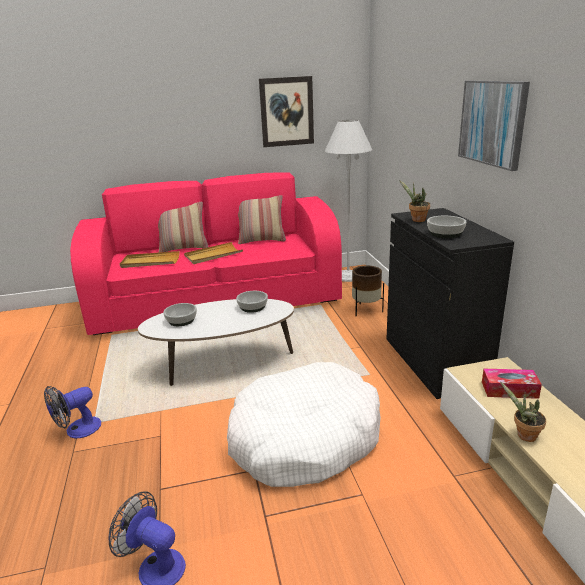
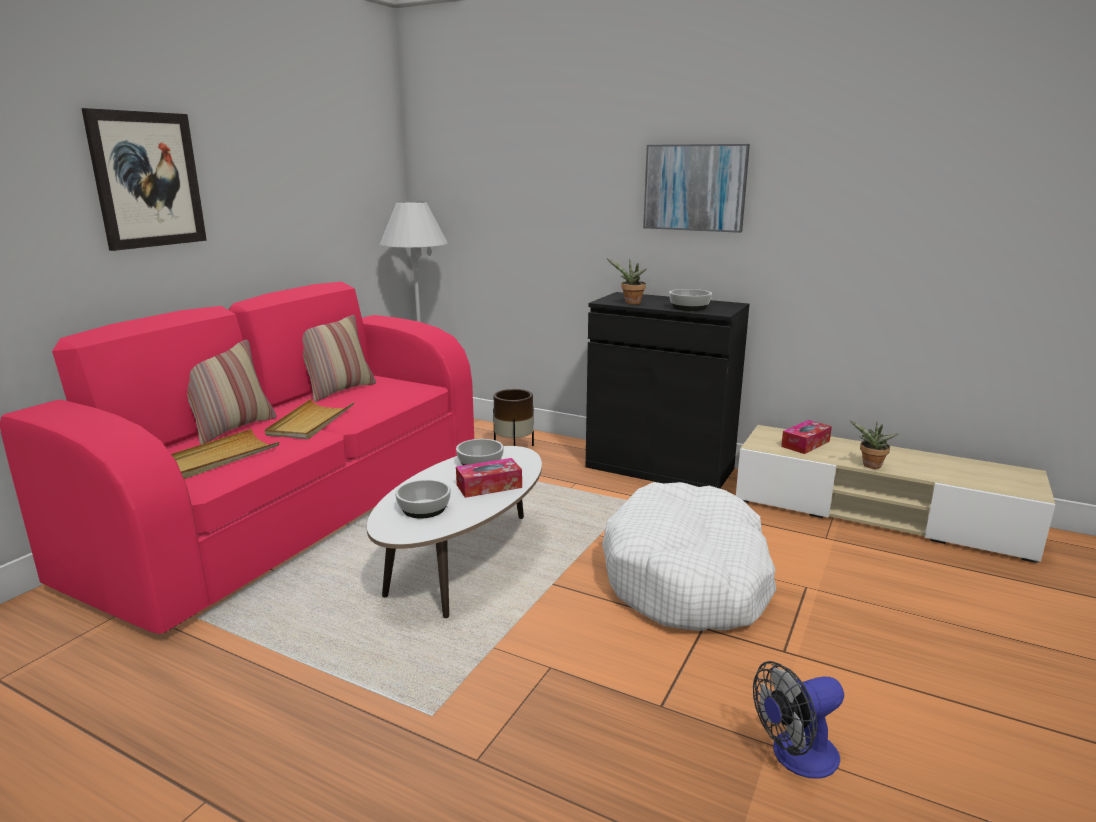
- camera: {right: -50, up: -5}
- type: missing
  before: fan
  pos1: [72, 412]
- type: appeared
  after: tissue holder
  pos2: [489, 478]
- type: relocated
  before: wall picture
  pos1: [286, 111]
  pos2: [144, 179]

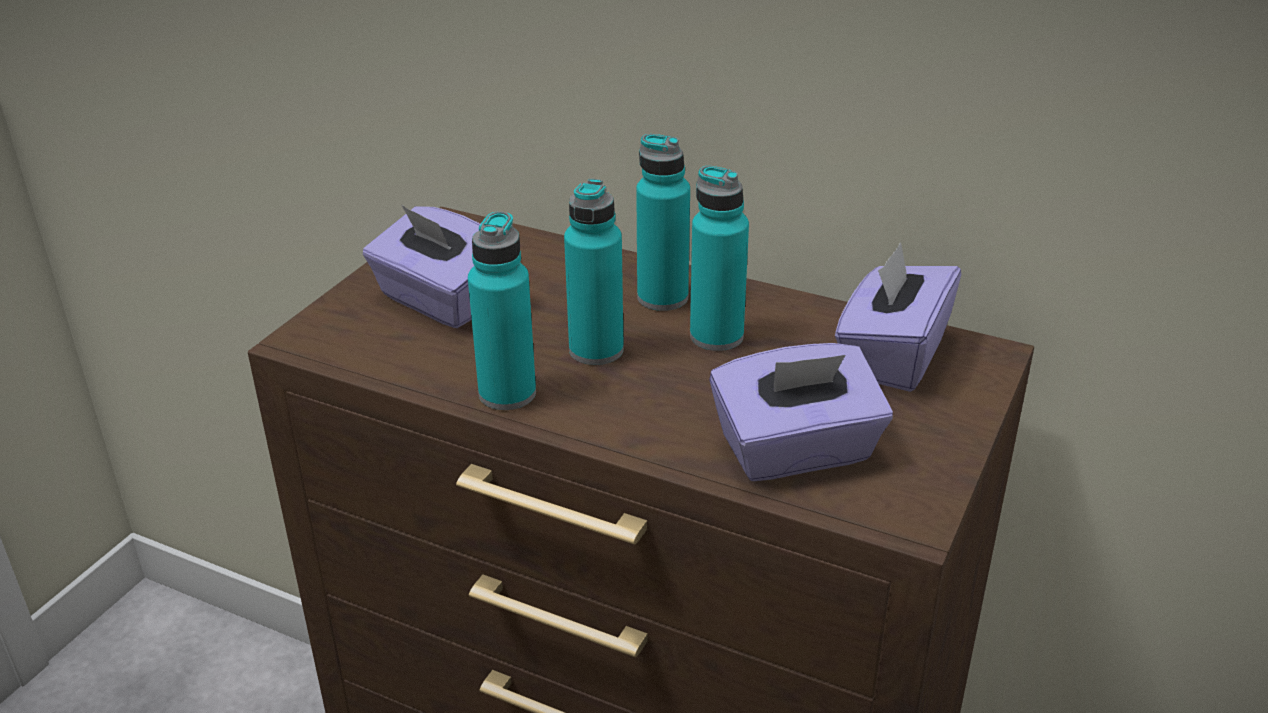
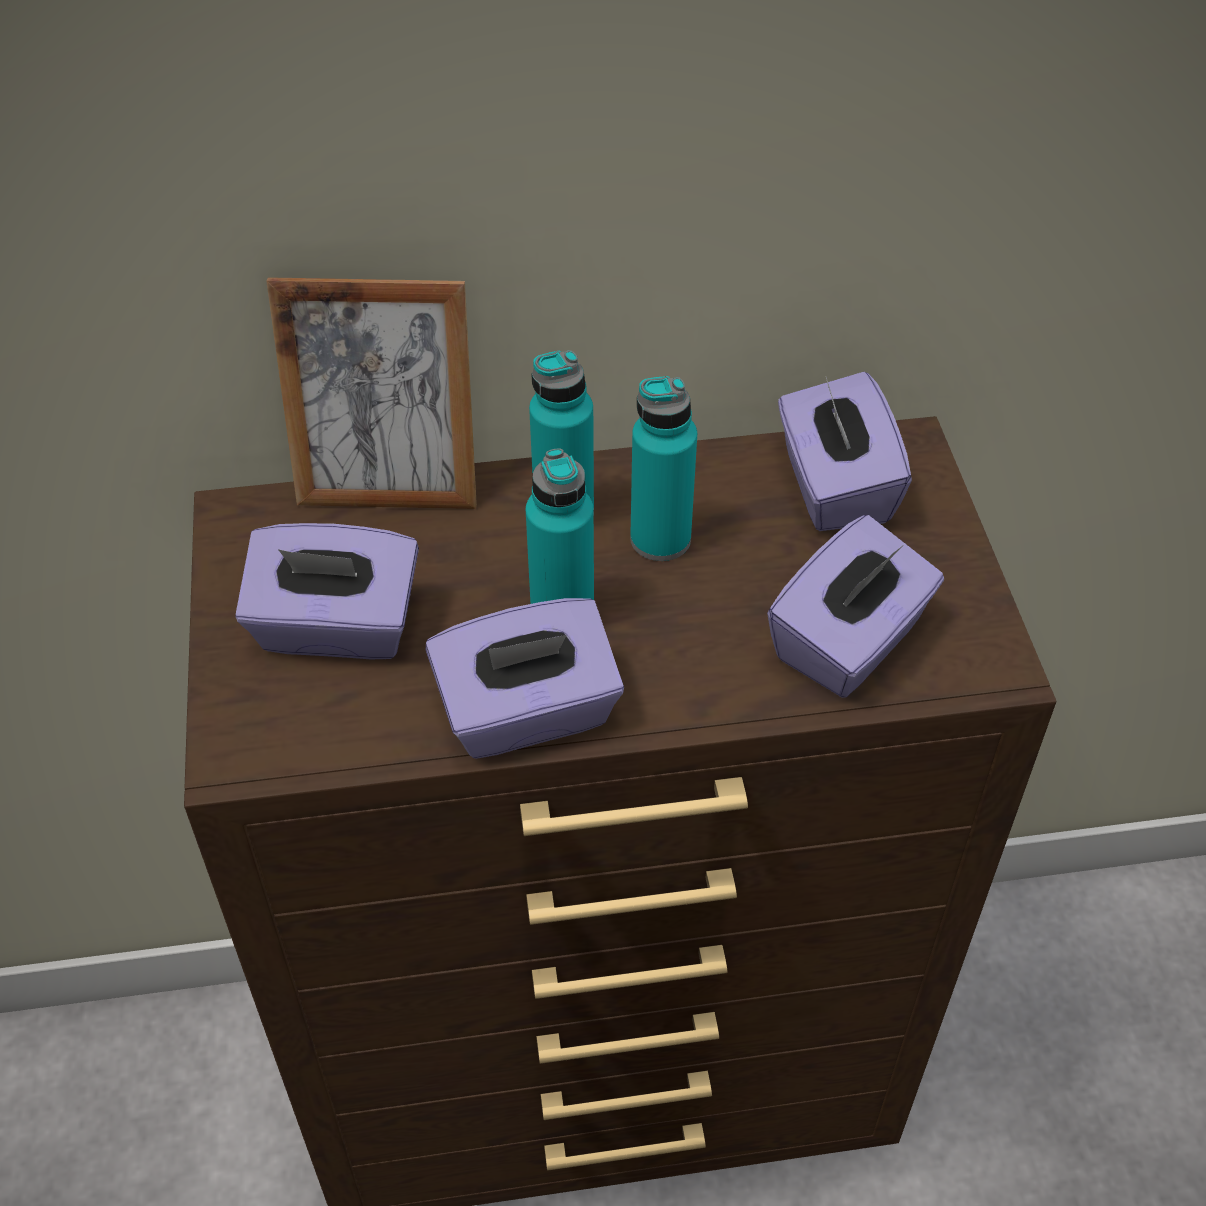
- camera: {right: -35, up: 15}
- type: appeared
  after: standing frame
  pos2: [371, 393]
- type: exchanged
  before: bottle (blue-green)
  after: tissue holder (purple-coloured)
  pos1: [502, 310]
  pos2: [525, 678]

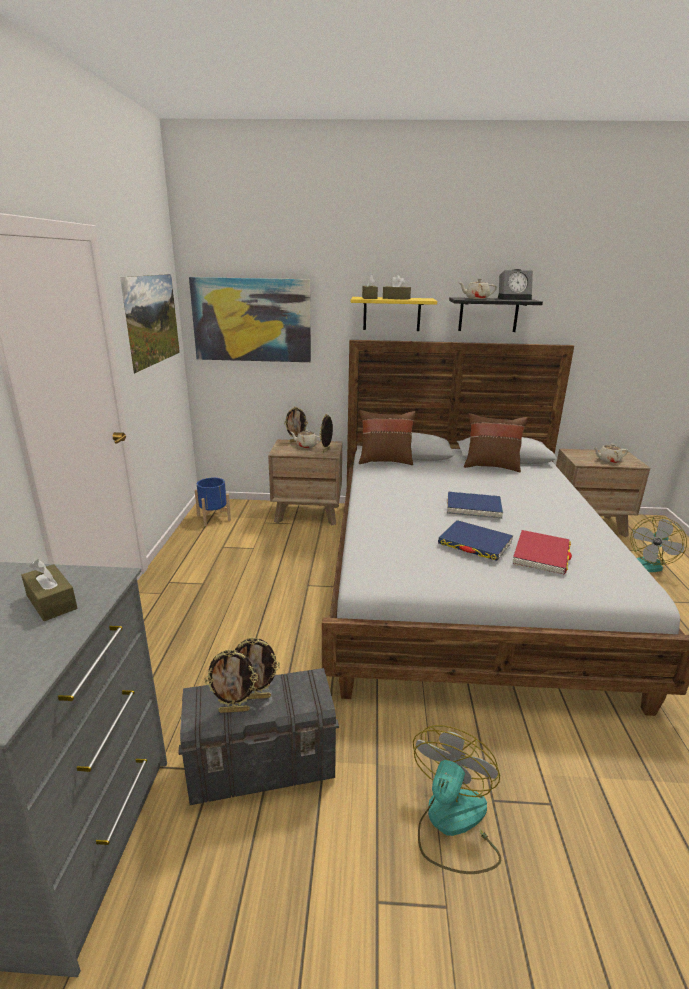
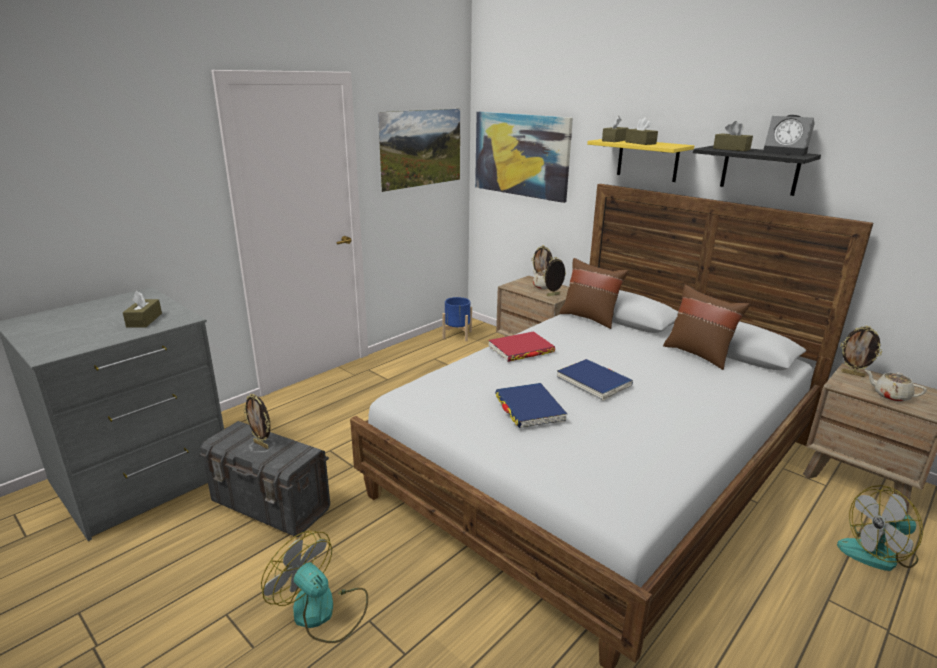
- camera: {right: 40, up: 0}
- type: relocated
  before: standing frame
  pos1: [231, 681]
  pos2: [861, 351]
- type: relocated
  before: book (red)
  pos1: [542, 552]
  pos2: [521, 346]
- type: exchanged
  before: teapot (sand-coloured)
  after: tissue holder (brown-coloured)
  pos1: [477, 288]
  pos2: [733, 136]
- type: spun
  before: fan
  pos1: [457, 799]
  pos2: [314, 586]
  turn: -120

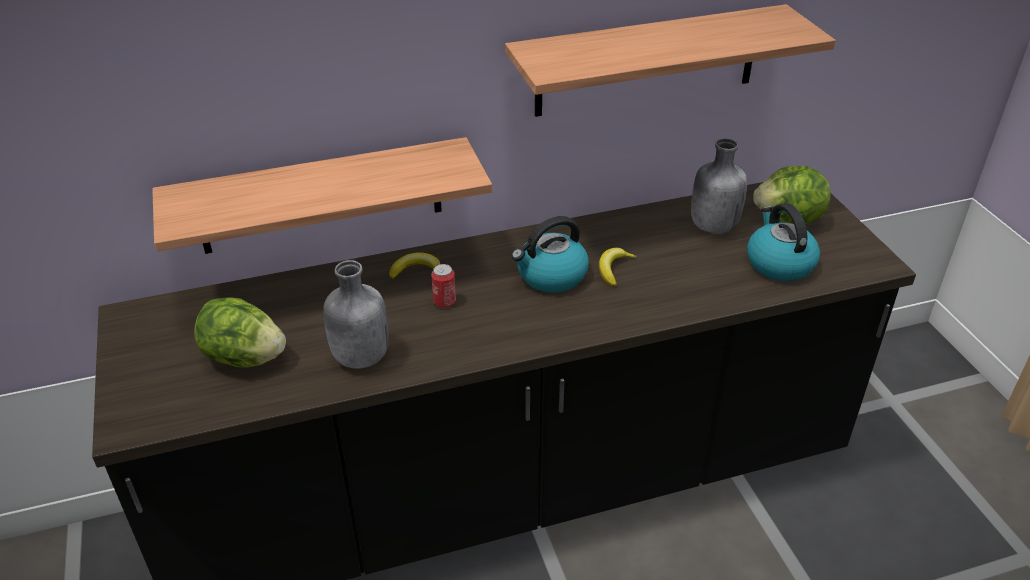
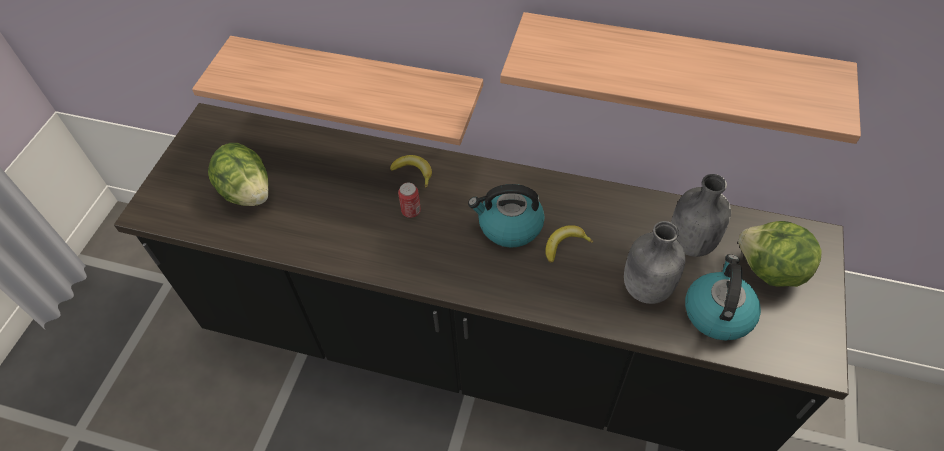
- camera: {right: 35, up: 15}
- type: relocated
  before: bottle (greyish)
  pos1: [356, 314]
  pos2: [655, 262]

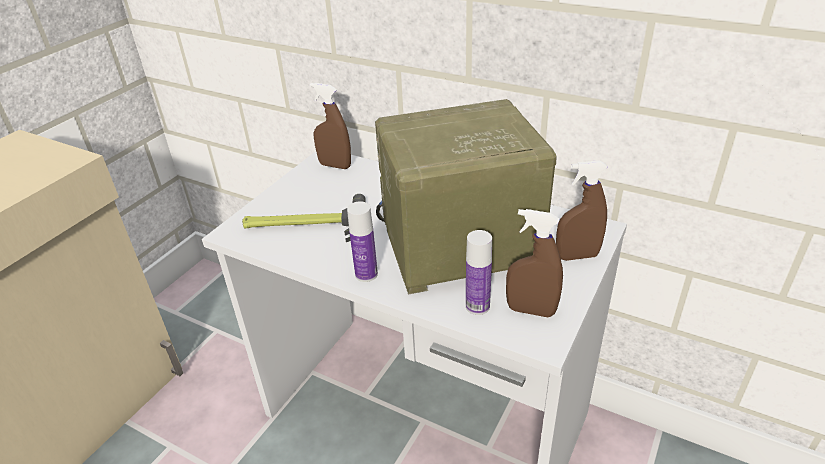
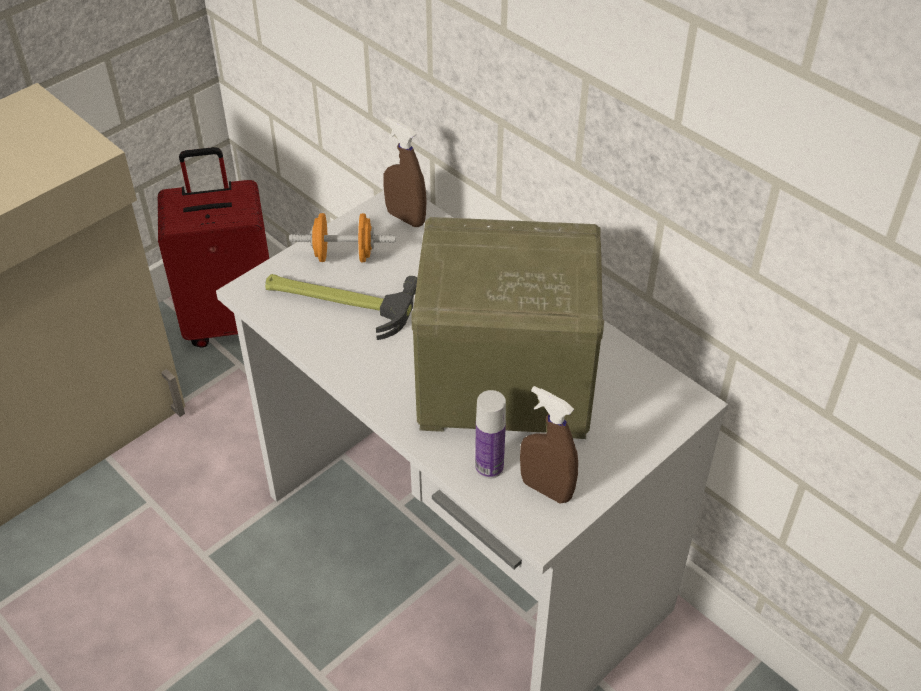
- camera: {right: 15, up: 10}
- type: missing
  before: bottle
  pos1: [362, 242]
- type: missing
  before: sprayer (brown-coloured)
  pos1: [582, 210]
- type: appeared
  after: piece of luggage (red)
  pos2: [213, 247]
- type: appeared
  after: hand weight (orangey)
  pos2: [342, 238]

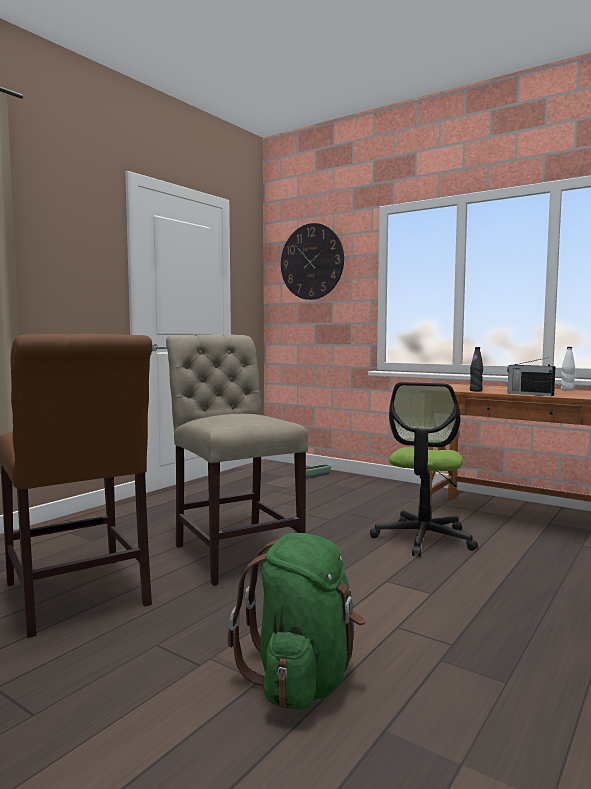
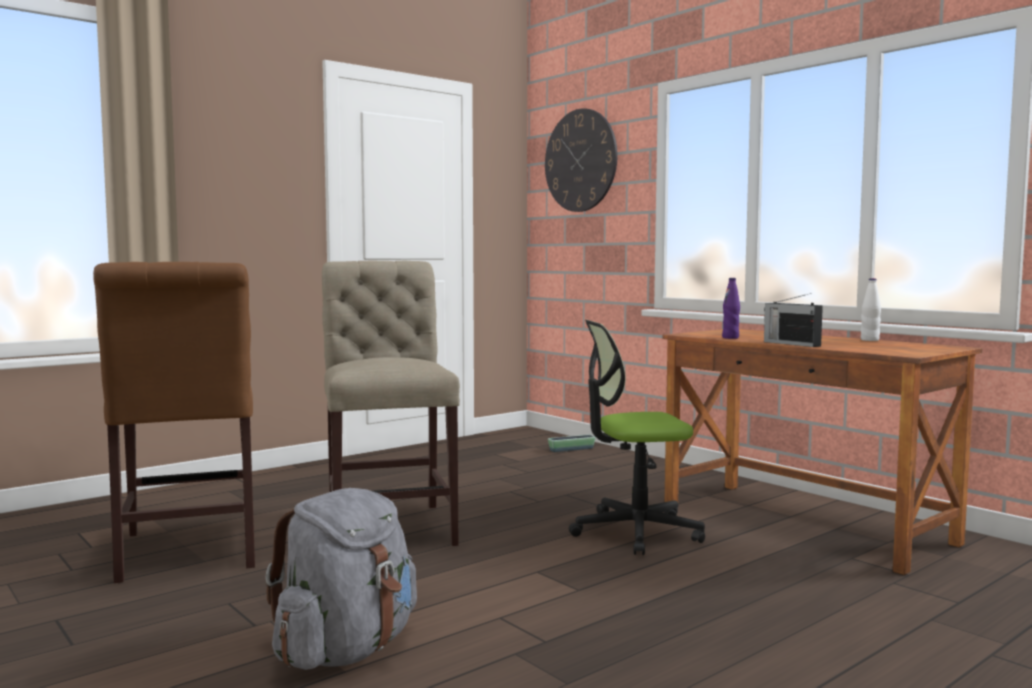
- camera: {right: 15, up: 0}
- type: colour
  before: knapsack (greenish)
  after: knapsack (greyish)
  pos1: [297, 621]
  pos2: [341, 579]
- type: colour
  before: bottle (blackish)
  after: bottle (purple-coloured)
  pos1: [476, 369]
  pos2: [731, 308]
- type: spun
  before: office chair
  pos1: [424, 469]
  pos2: [637, 437]
  turn: 45

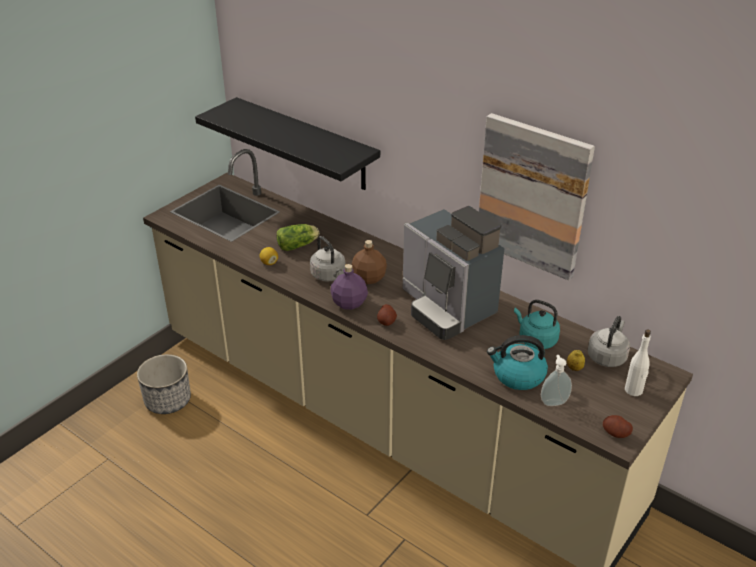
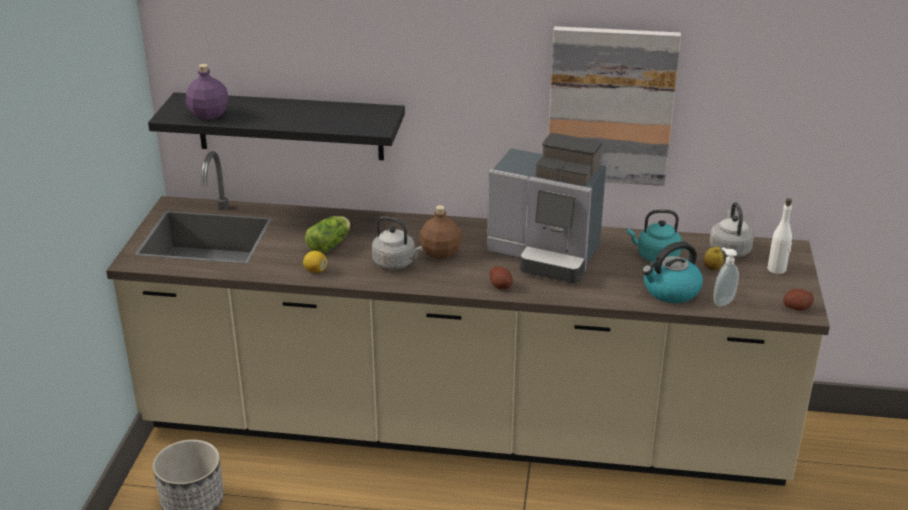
- camera: {right: -30, up: -5}
- type: relocated
  before: bottle (purple-coloured)
  pos1: [349, 287]
  pos2: [207, 92]

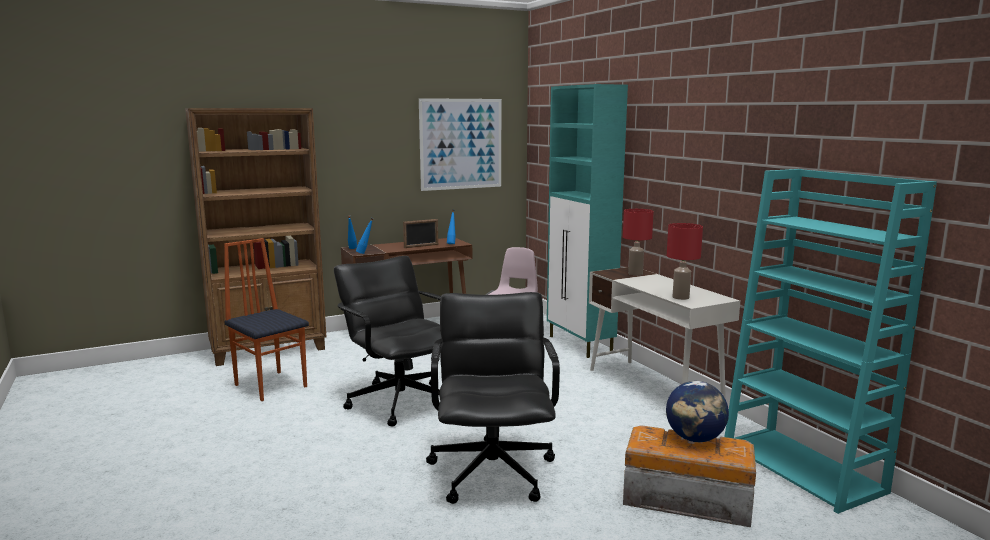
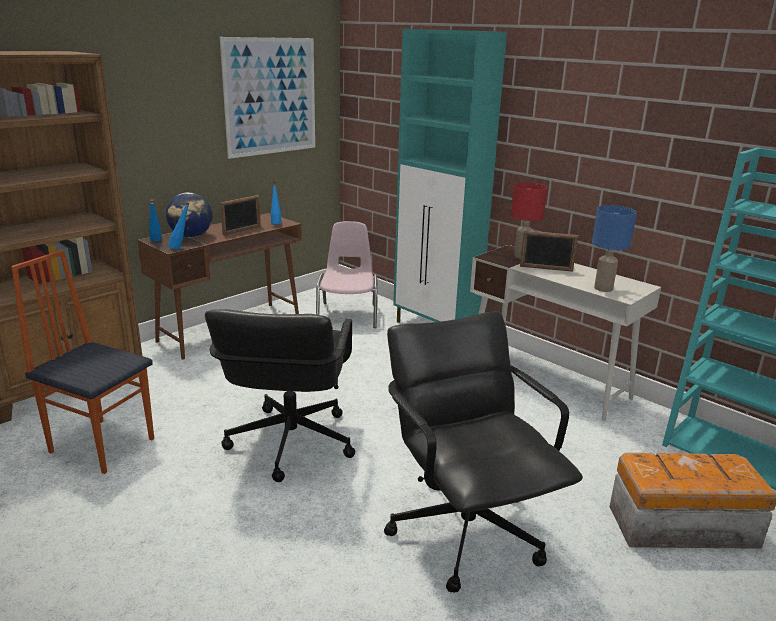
- camera: {right: -20, up: 10}
- type: appeared
  after: standing frame
  pos2: [549, 251]
- type: relocated
  before: world globe
  pos1: [697, 411]
  pos2: [189, 214]
- type: colour
  before: lamp for a table (red)
  after: lamp for a table (blue-coloured)
  pos1: [685, 261]
  pos2: [614, 248]
- type: spun
  before: office chair (blackish)
  pos1: [387, 341]
  pos2: [280, 395]
  turn: -120

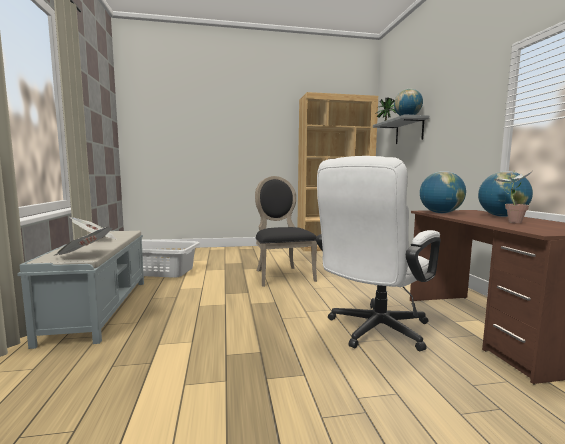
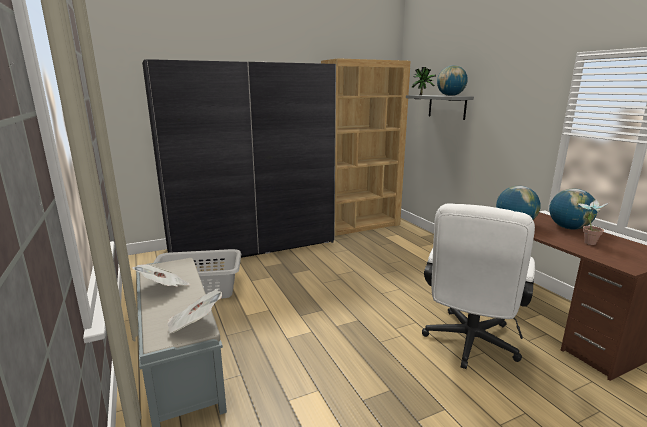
- camera: {right: -15, up: 10}
- type: missing
  before: chair (blackish)
  pos1: [286, 231]
- type: appeared
  after: armoire (greyish)
  pos2: [239, 162]

